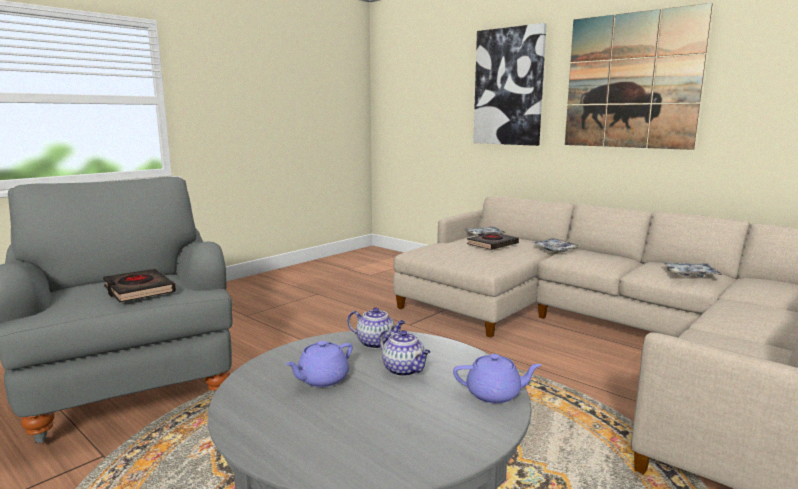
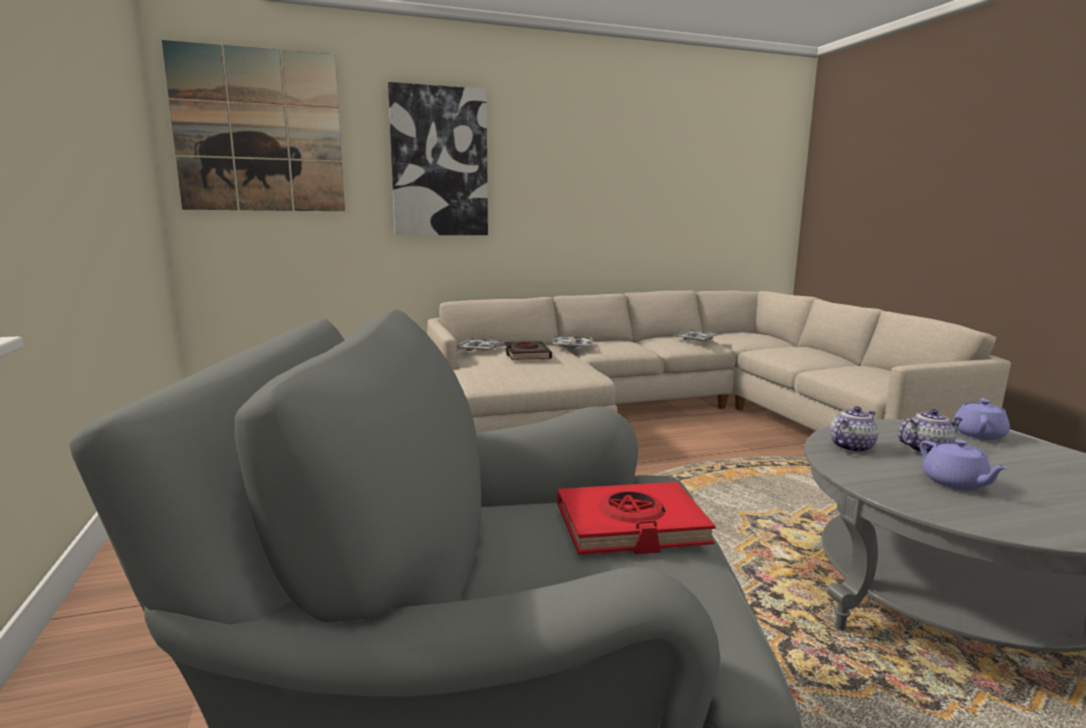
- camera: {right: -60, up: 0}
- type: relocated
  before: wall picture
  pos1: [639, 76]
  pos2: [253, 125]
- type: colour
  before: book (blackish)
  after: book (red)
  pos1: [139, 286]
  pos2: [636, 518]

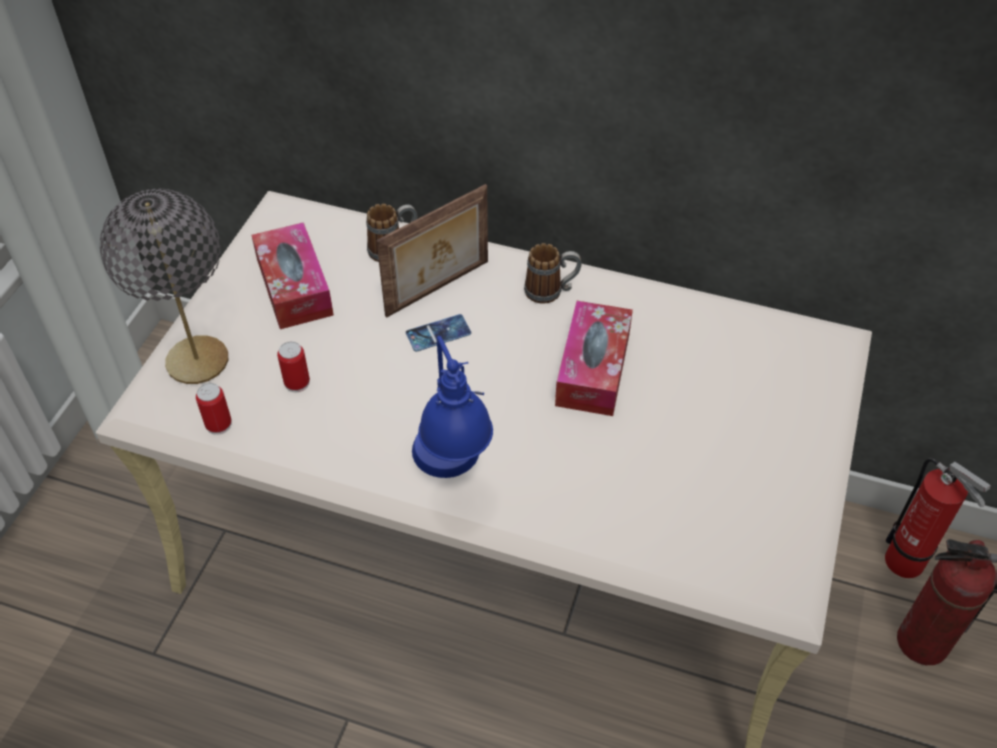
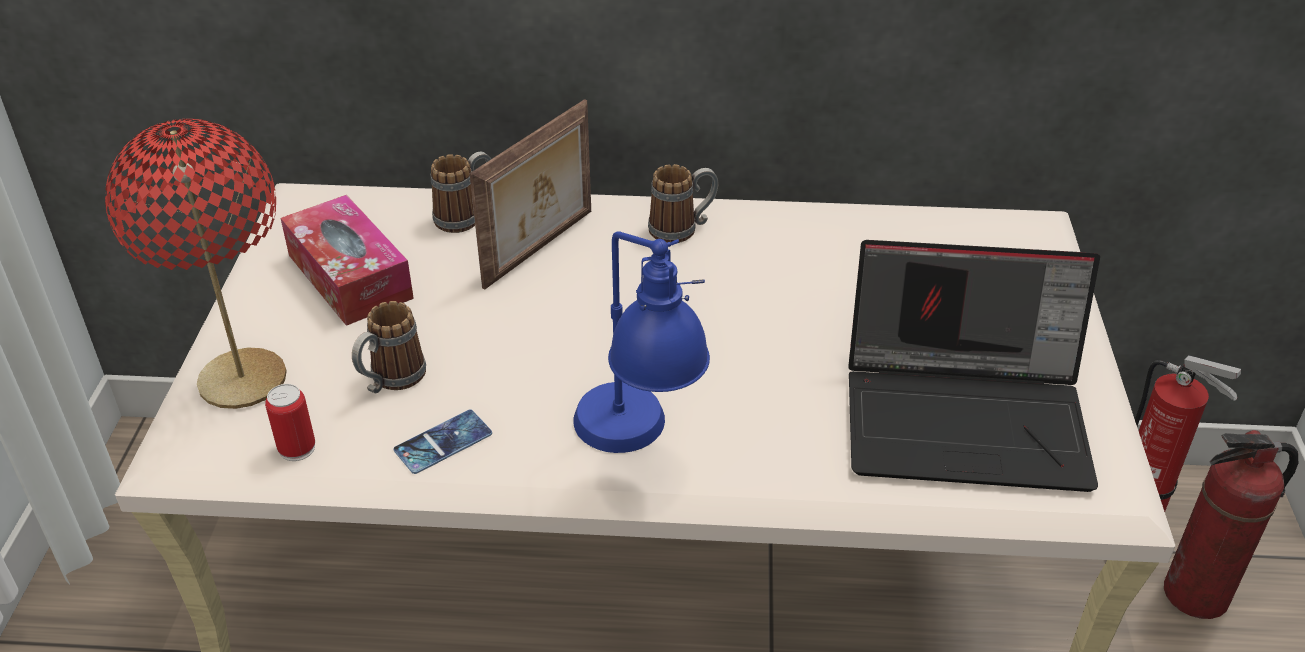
- camera: {right: -15, up: -10}
- type: missing
  before: tissue holder
  pos1: [594, 358]
- type: appeared
  after: notebook computer
  pos2: [974, 366]
- type: relocated
  before: phone
  pos1: [438, 333]
  pos2: [443, 442]
- type: exchanged
  before: metal can
  after: coffee mug
  pos1: [293, 366]
  pos2: [389, 347]
- type: colour
  before: lamp for a table (greyish)
  after: lamp for a table (red)
  pos1: [164, 286]
  pos2: [196, 264]

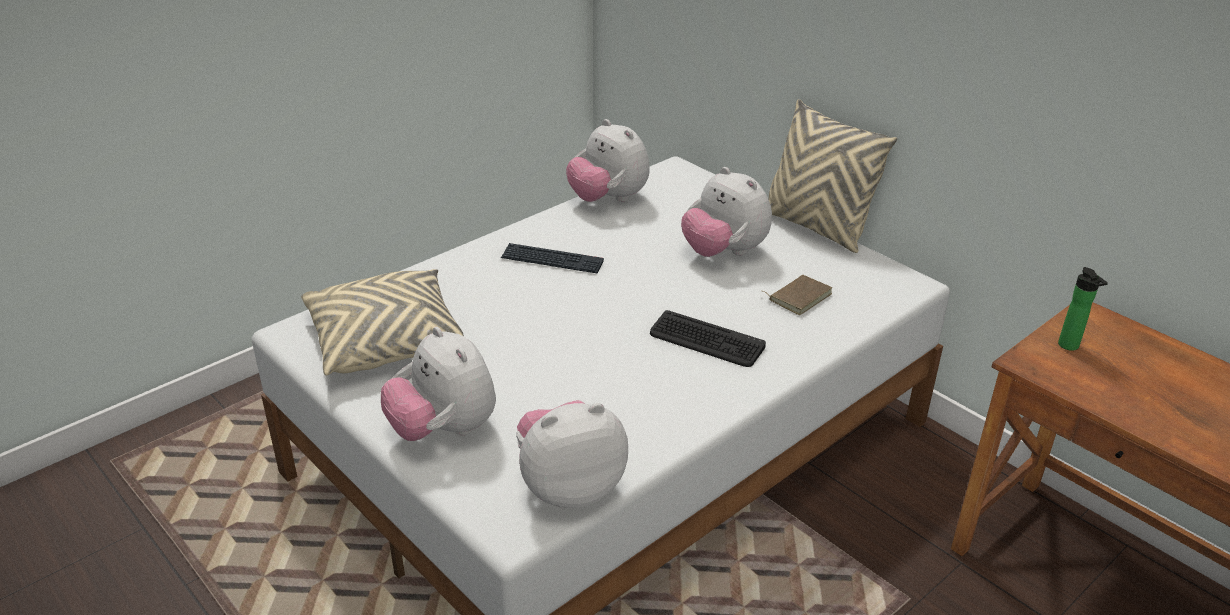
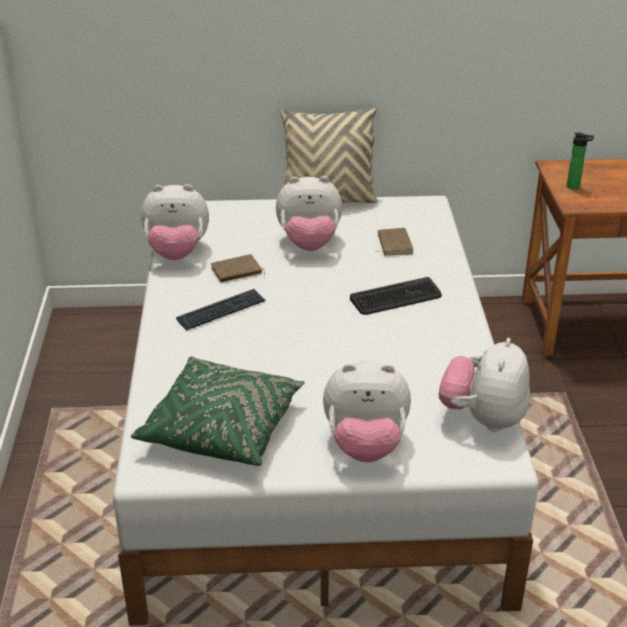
- camera: {right: -50, up: 0}
- type: appeared
  after: book (brown-coloured)
  pos2: [238, 268]
- type: colour
  before: pillow (sand-coloured)
  after: pillow (greenish)
  pos1: [382, 322]
  pos2: [218, 411]

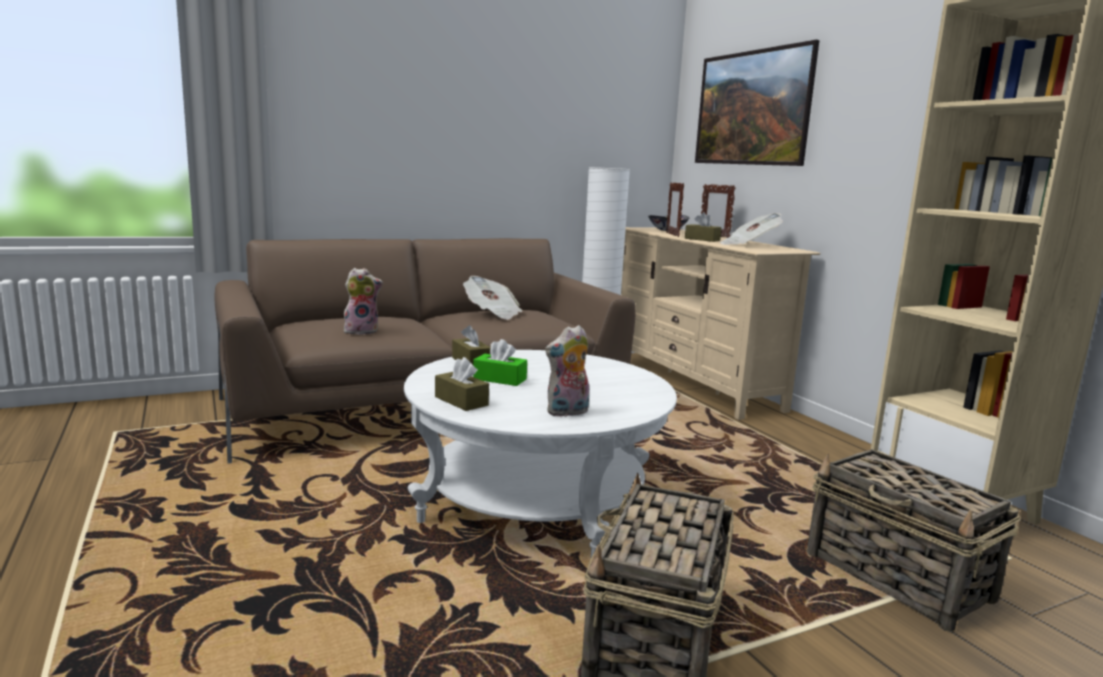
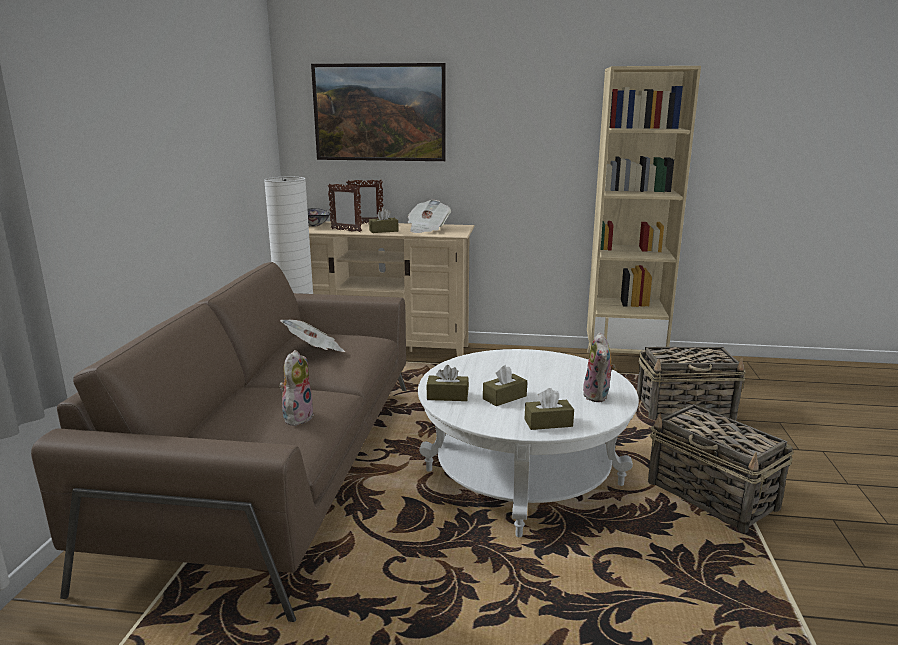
- camera: {right: -55, up: 5}
- type: colour
  before: tissue holder (greenish)
  after: tissue holder (brown-coloured)
  pos1: [500, 362]
  pos2: [505, 385]

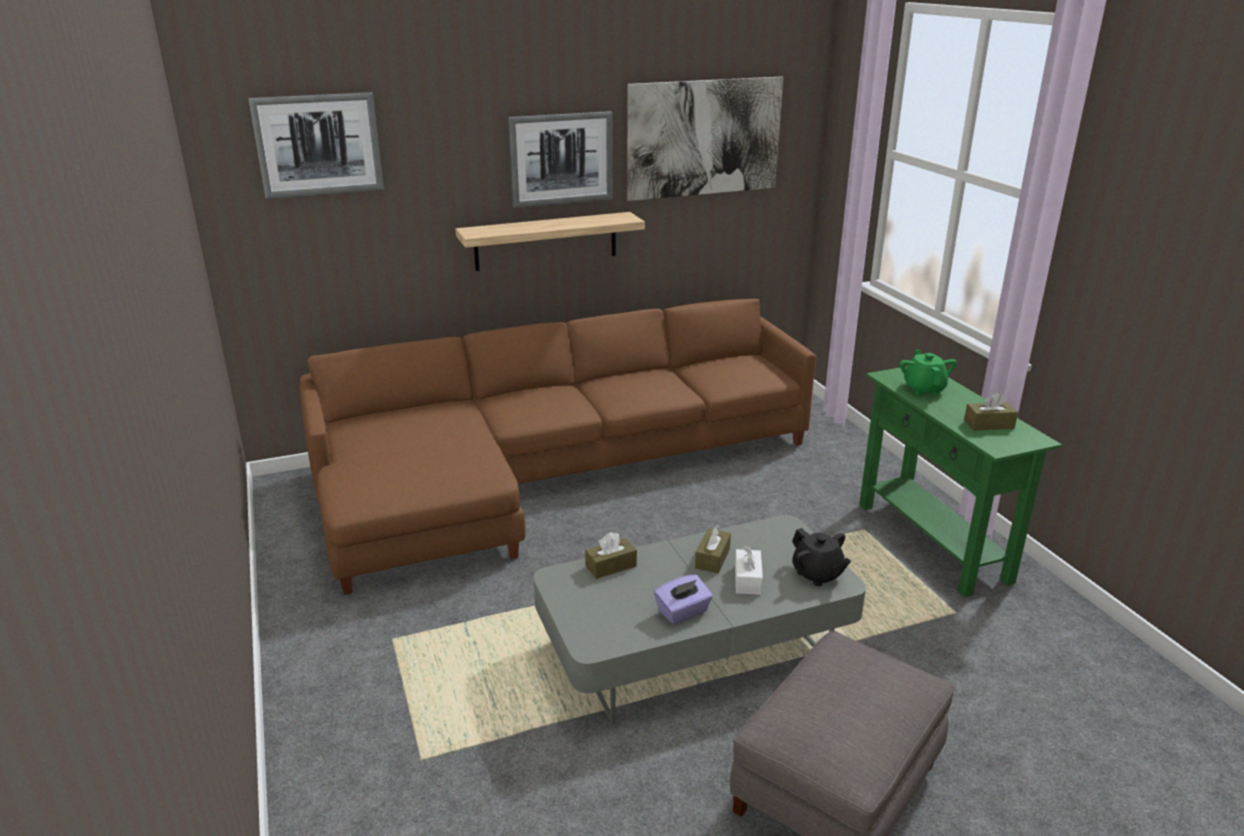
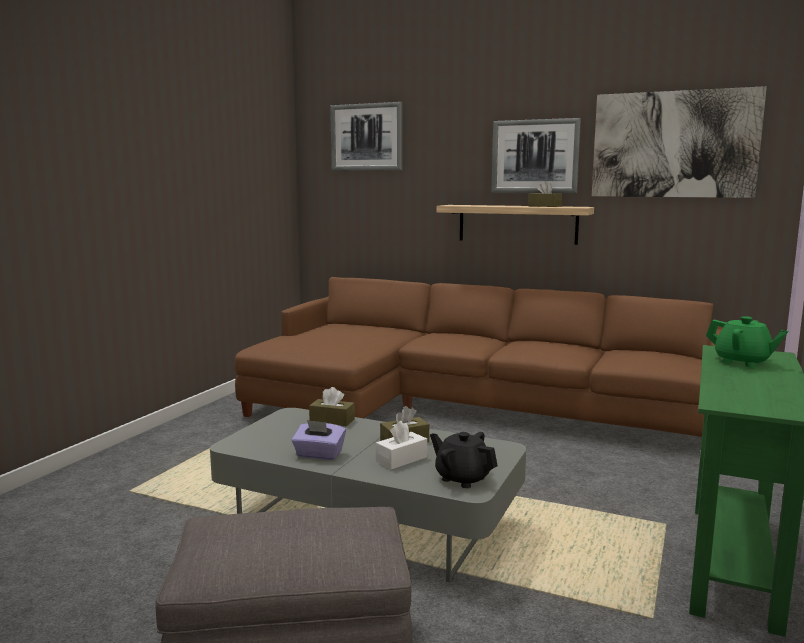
- camera: {right: 45, up: -15}
- type: relocated
  before: tissue holder (brown-coloured)
  pos1: [991, 411]
  pos2: [545, 194]
- type: spun
  before: teapot (blackish)
  pos1: [821, 557]
  pos2: [464, 460]
  turn: 120
- type: spun
  before: teapot (greenish)
  pos1: [928, 372]
  pos2: [747, 342]
  turn: 90

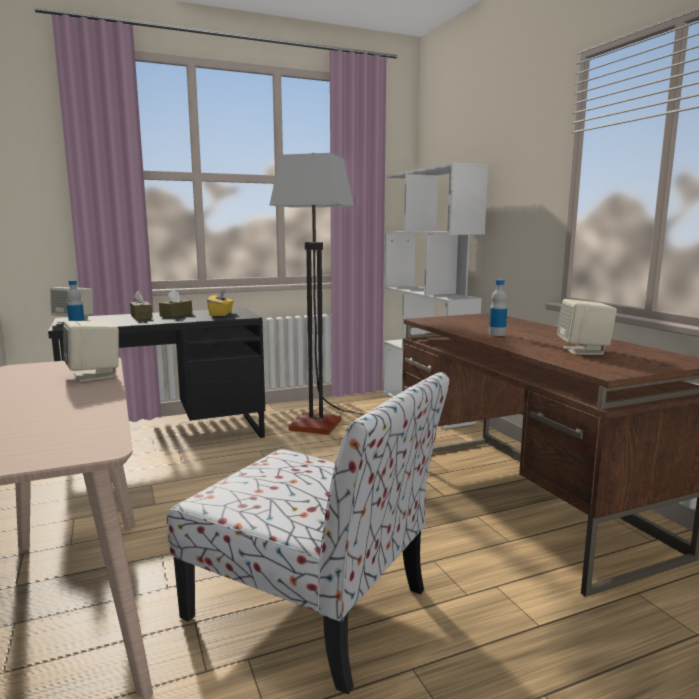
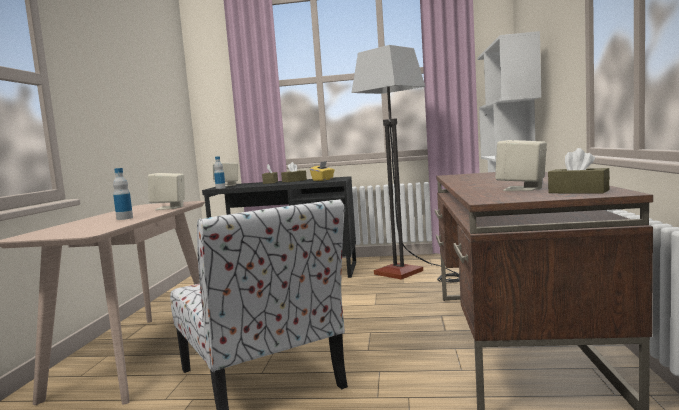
- camera: {right: 30, up: -5}
- type: appeared
  after: tissue holder (brown-coloured)
  pos2: [579, 171]
- type: relocated
  before: bottle
  pos1: [498, 308]
  pos2: [123, 194]

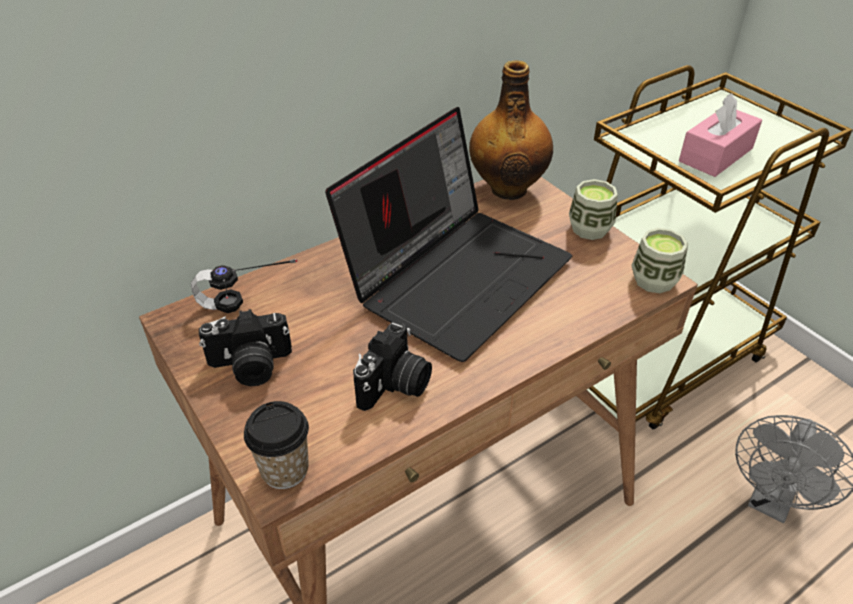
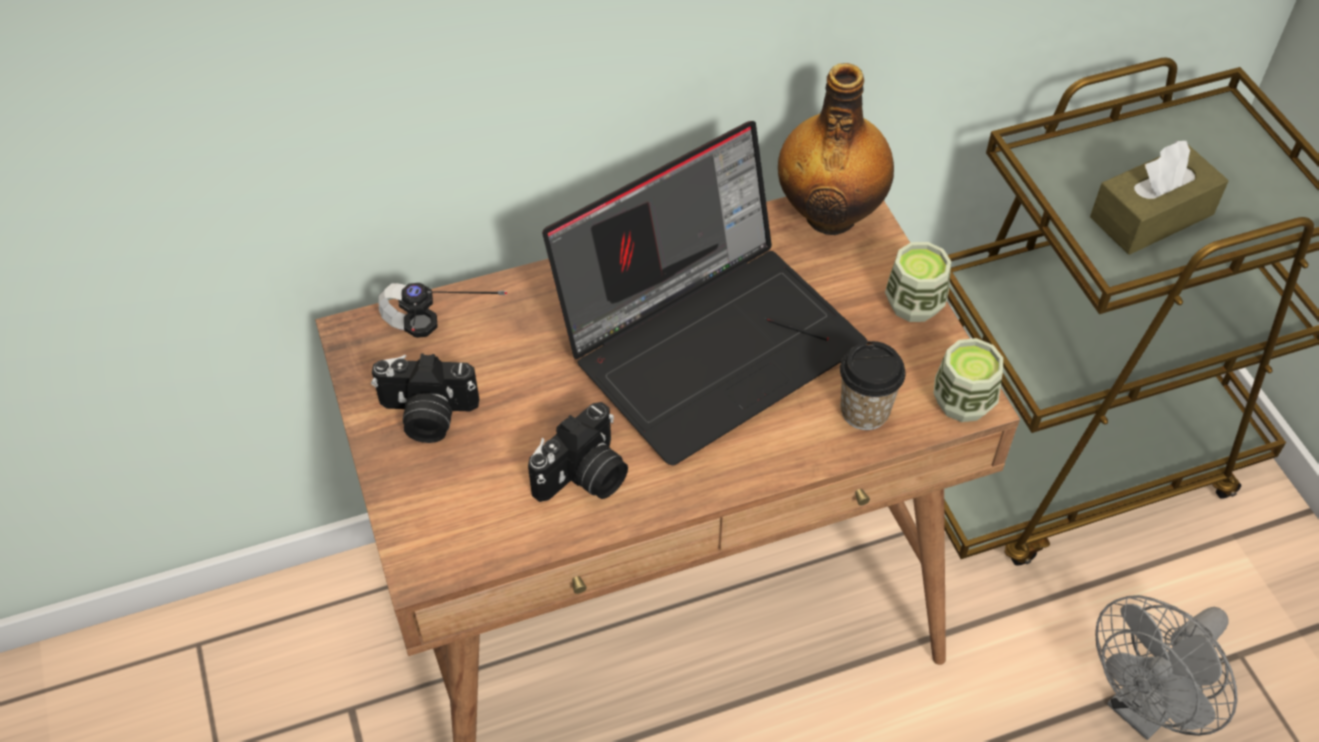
- camera: {right: 15, up: 10}
- type: relocated
  before: small cup
  pos1: [276, 445]
  pos2: [873, 385]
- type: colour
  before: tissue holder (pinkish)
  after: tissue holder (brown-coloured)
  pos1: [720, 135]
  pos2: [1159, 198]

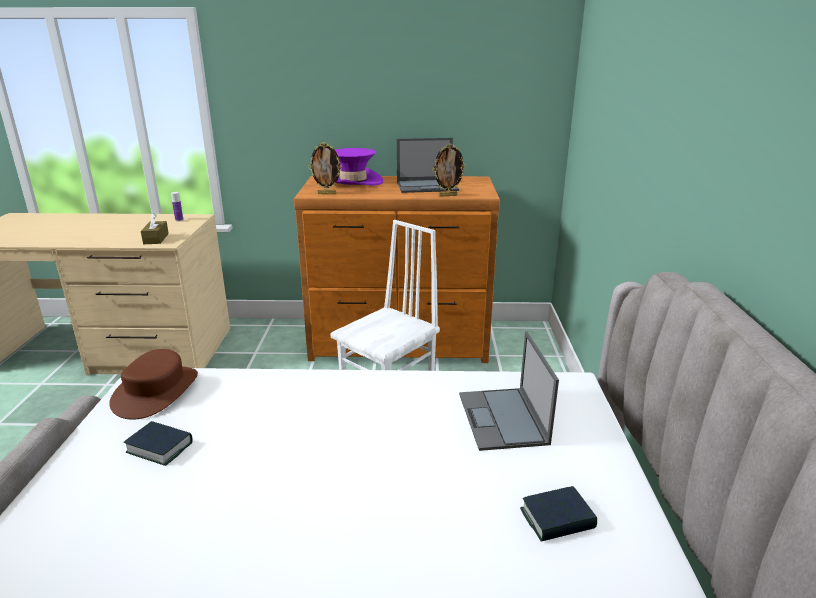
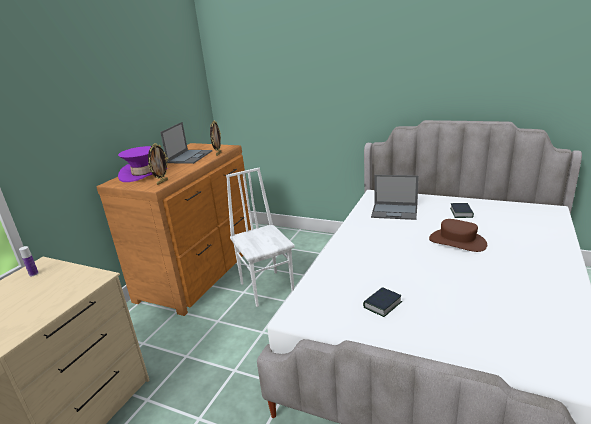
- camera: {right: -65, up: 0}
- type: missing
  before: tissue holder (brown-coloured)
  pos1: [155, 228]
- type: relocated
  before: hat (brown-coloured)
  pos1: [153, 384]
  pos2: [458, 235]

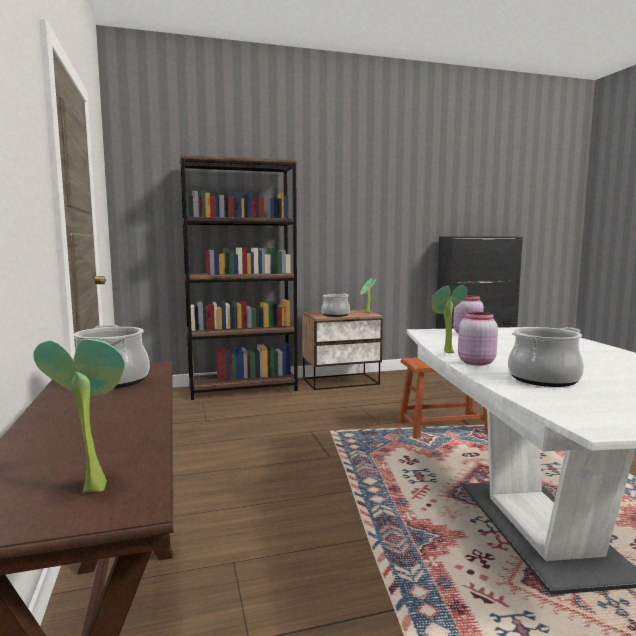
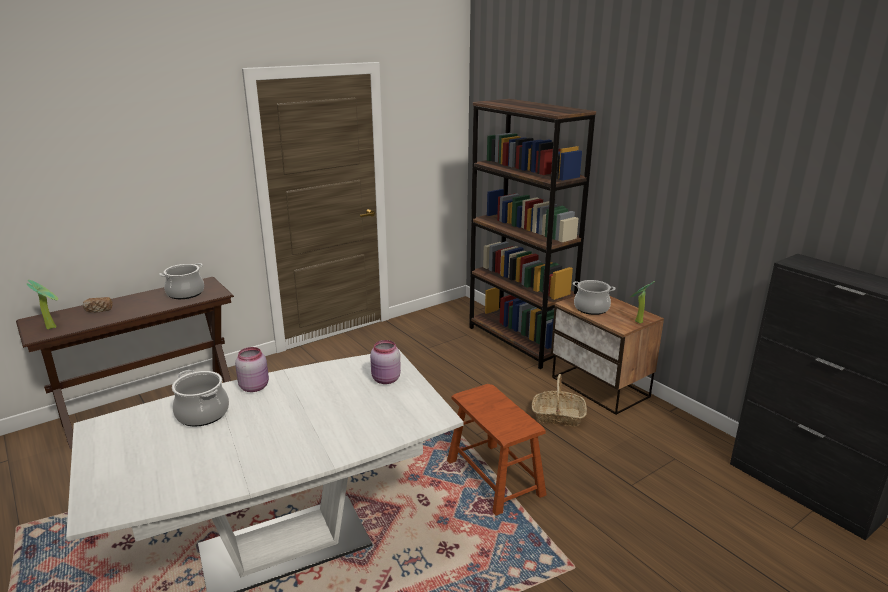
- camera: {right: 70, up: 15}
- type: missing
  before: plant in a pot
  pos1: [450, 319]
- type: appeared
  after: bread
  pos2: [98, 305]
- type: appeared
  after: basket
  pos2: [559, 400]

